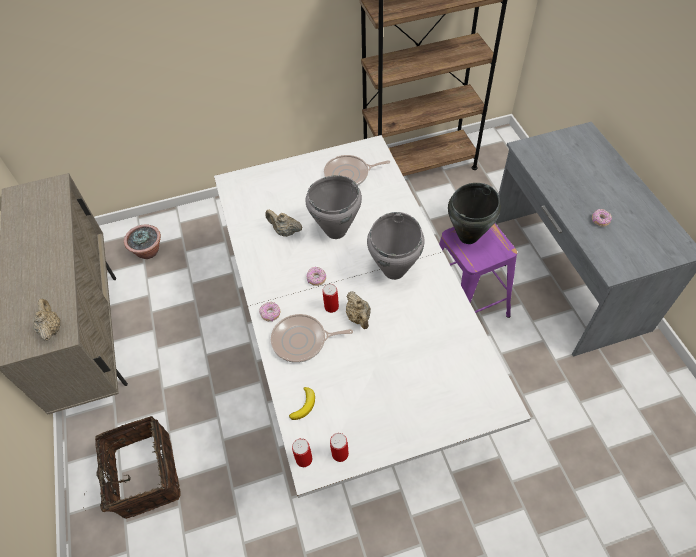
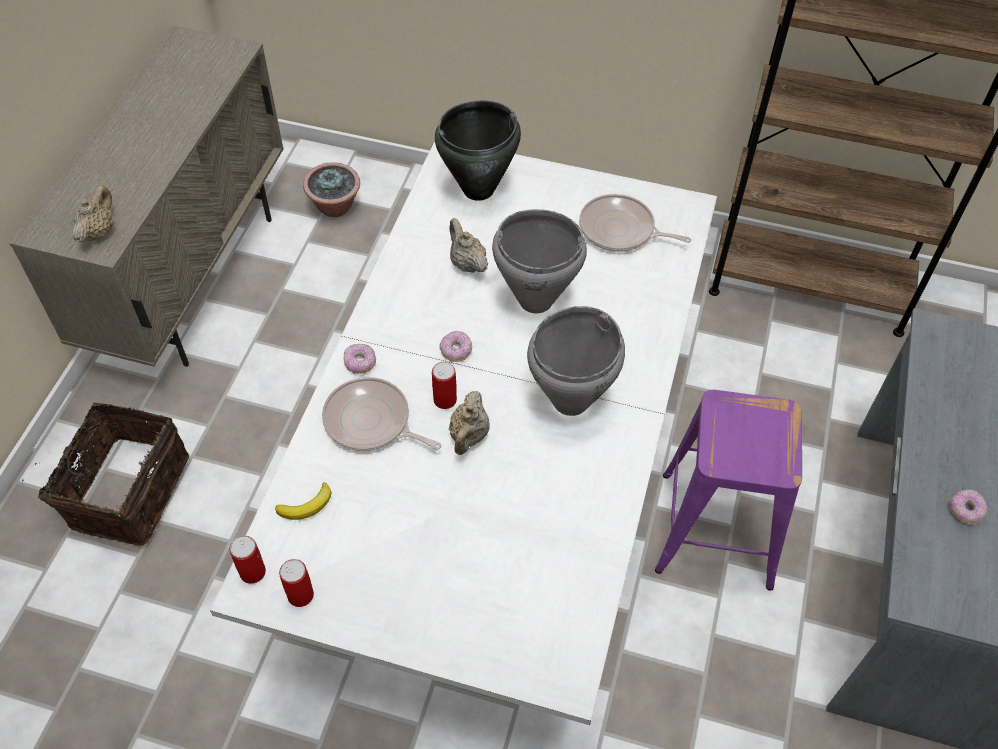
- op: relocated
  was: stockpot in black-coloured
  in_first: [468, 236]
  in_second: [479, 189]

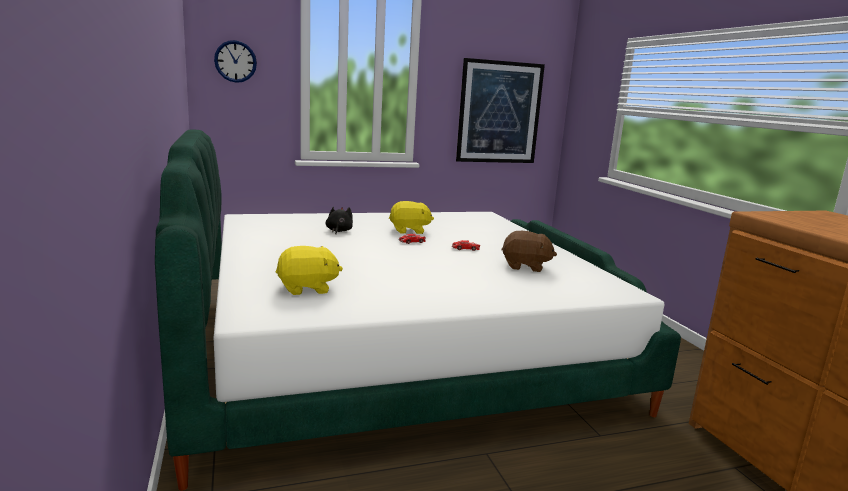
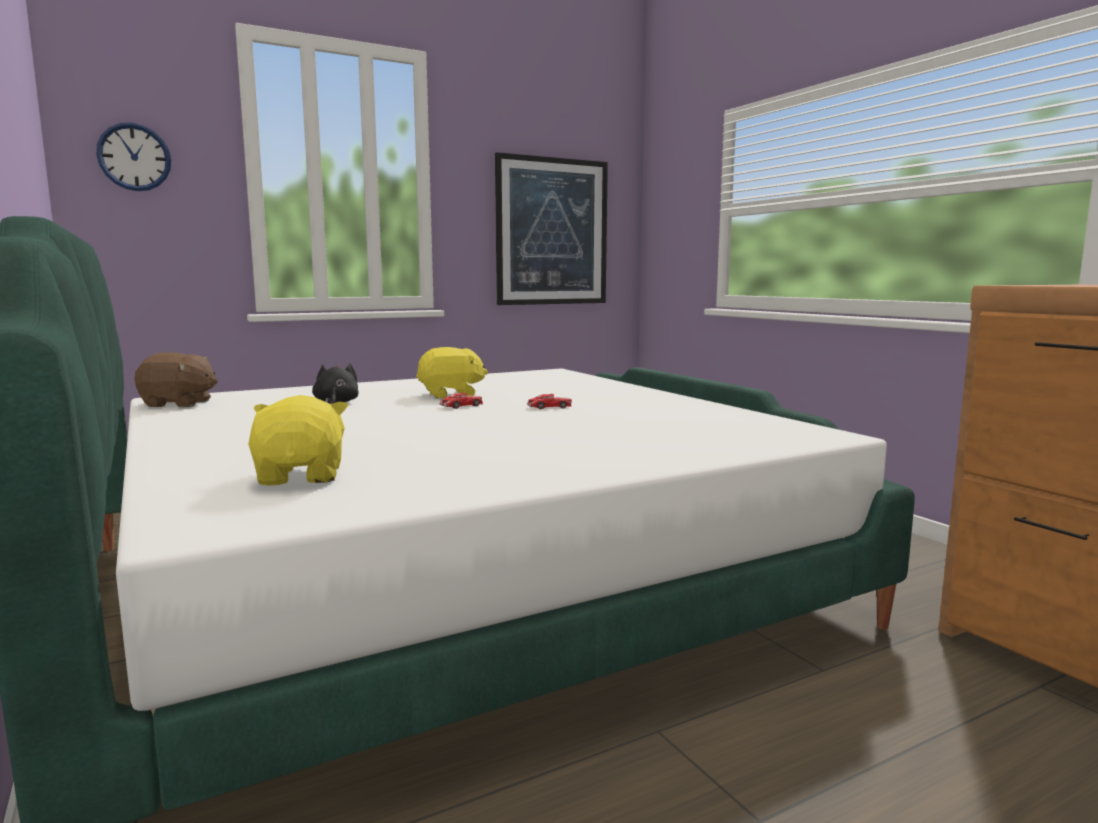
- op: relocated
  was: soft toy in brownish
  in_first: [525, 266]
  in_second: [178, 404]
- op: spun
  was: soft toy in yellow-coloured
  in_first: [307, 288]
  in_second: [302, 476]
  clockwise: -75

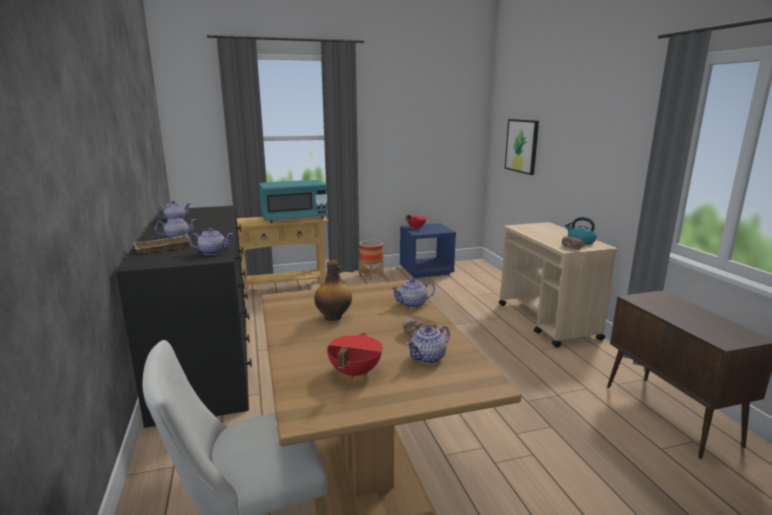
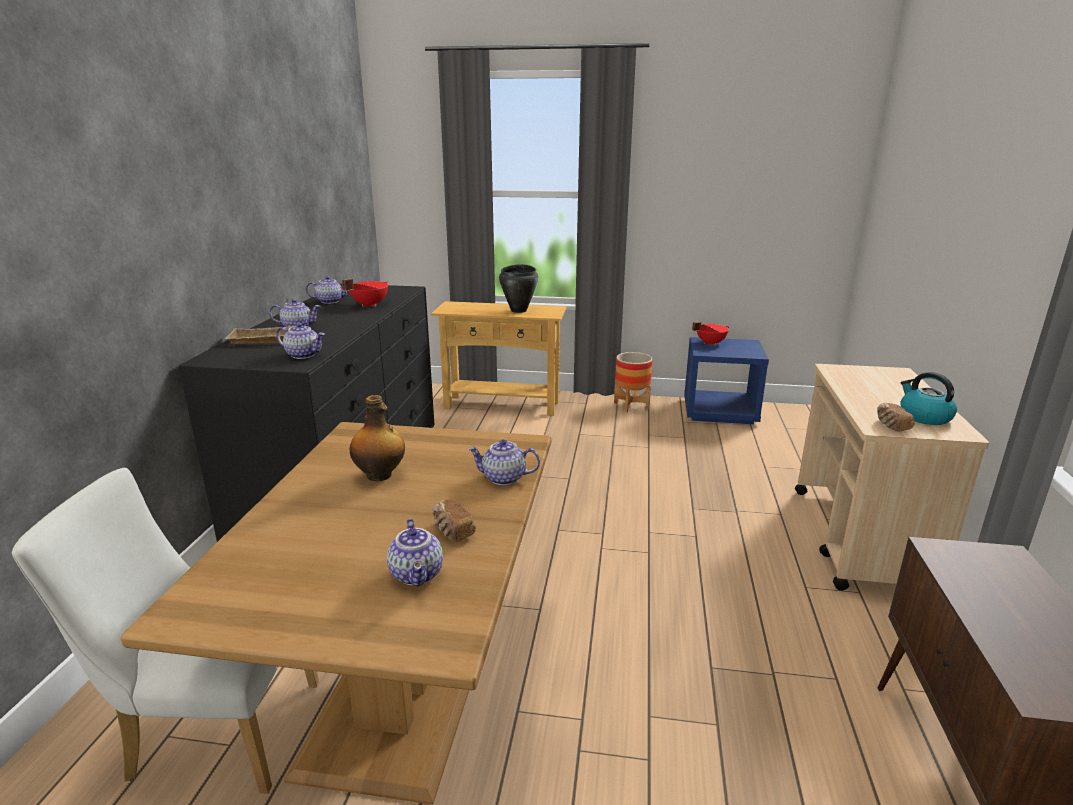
- op: missing
  was: picture
  in_first: [522, 146]
- op: exchanged
  was: microwave oven in blue-green
  now: stockpot in black-coloured
  in_first: [294, 218]
  in_second: [519, 310]
- op: spun
  was: pot for tea
  in_first: [428, 358]
  in_second: [418, 574]
  clockwise: -90
- op: relocated
  was: stockpot in red
  in_first: [354, 372]
  in_second: [369, 305]

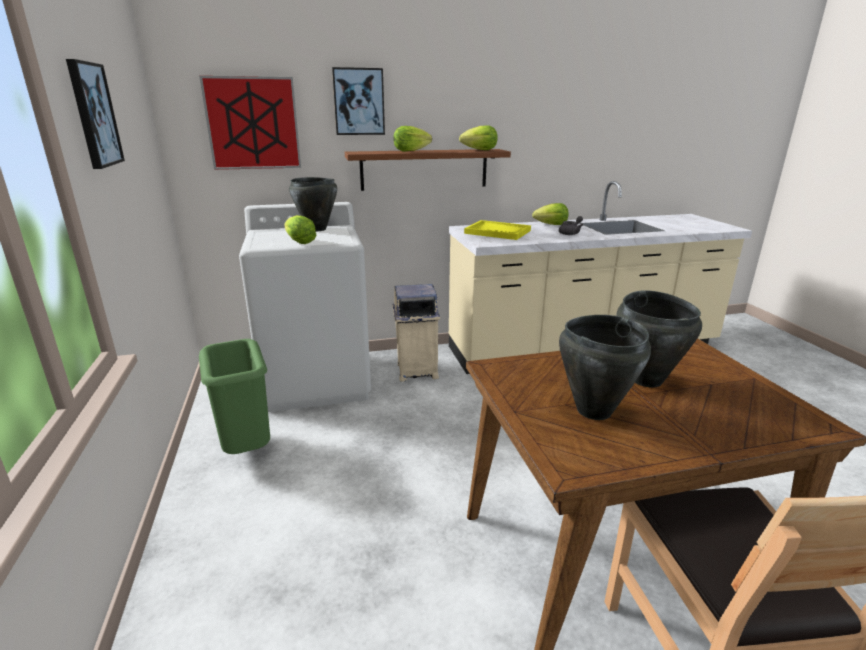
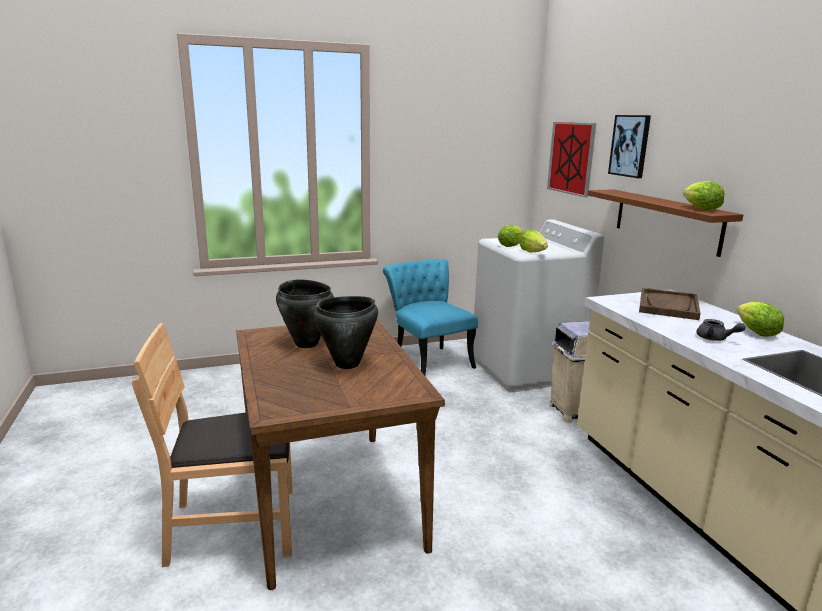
- op: missing
  was: picture
  in_first: [94, 115]
- op: relocated
  was: lettuce head
  in_first: [410, 151]
  in_second: [533, 252]
- op: missing
  was: stockpot in black-coloured
  in_first: [316, 229]
- op: colour
  was: serving tray in yellow-coloured
  now: serving tray in brownish
  in_first: [498, 232]
  in_second: [668, 306]
- op: exchanged
  was: rubbish bin in greenish
  now: chair in blue-green
  in_first: [246, 450]
  in_second: [428, 360]

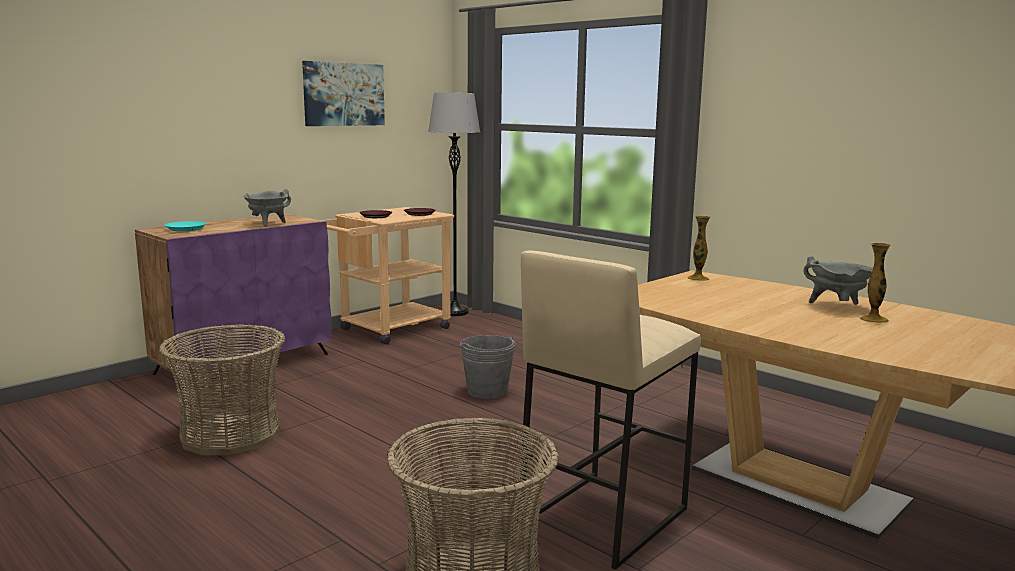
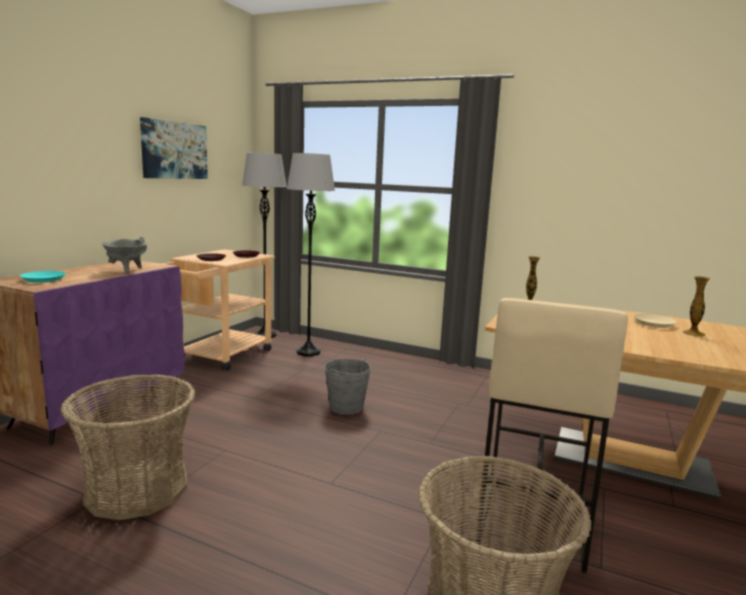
- op: exchanged
  was: stockpot in greyish
  now: flat dish in beige-coloured
  in_first: [837, 306]
  in_second: [653, 324]
- op: appeared
  now: standing lamp in greyish
  in_second: [308, 352]

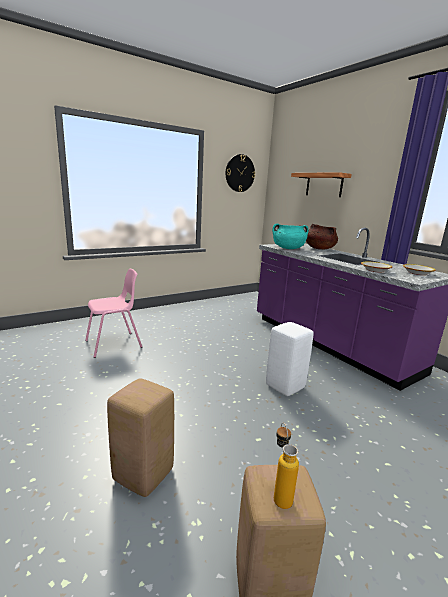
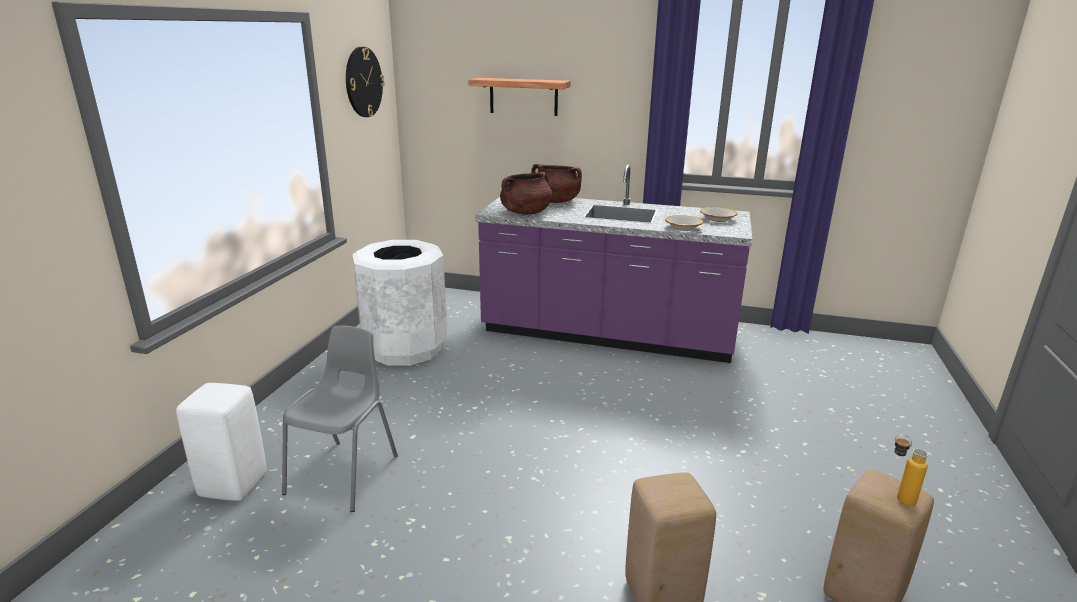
- op: colour
  was: stockpot in blue-green
  now: stockpot in brownish
  in_first: [288, 248]
  in_second: [525, 212]
- op: colour
  was: chair in pinkish
  now: chair in greyish
  in_first: [114, 344]
  in_second: [345, 474]
- op: relocated
  was: stool seat in white-coloured
  in_first: [286, 386]
  in_second: [235, 485]
- op: appeared
  now: rubbish bin in white-coloured
  in_second: [404, 348]

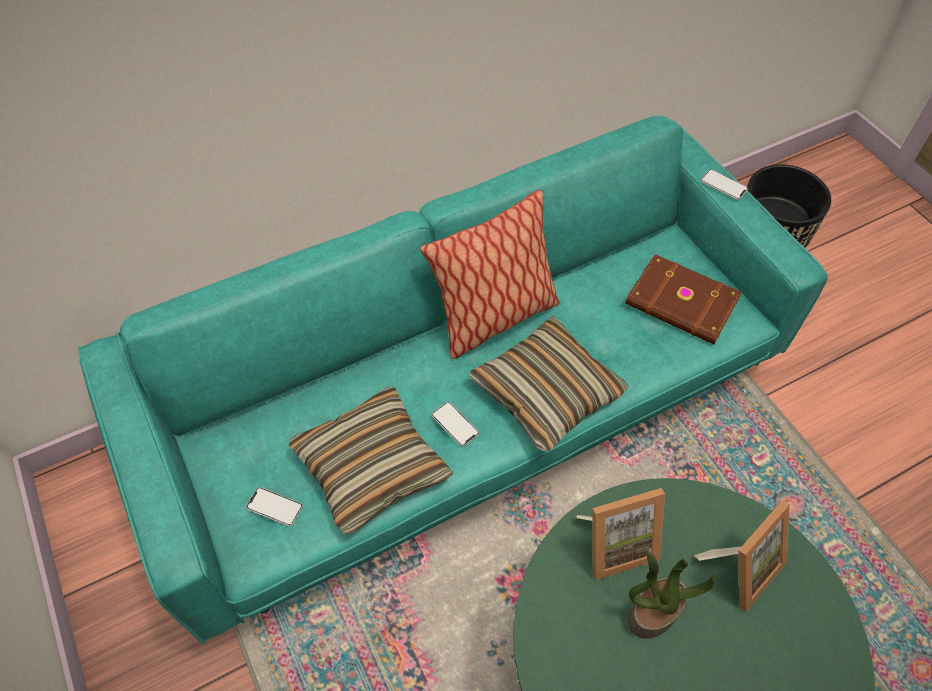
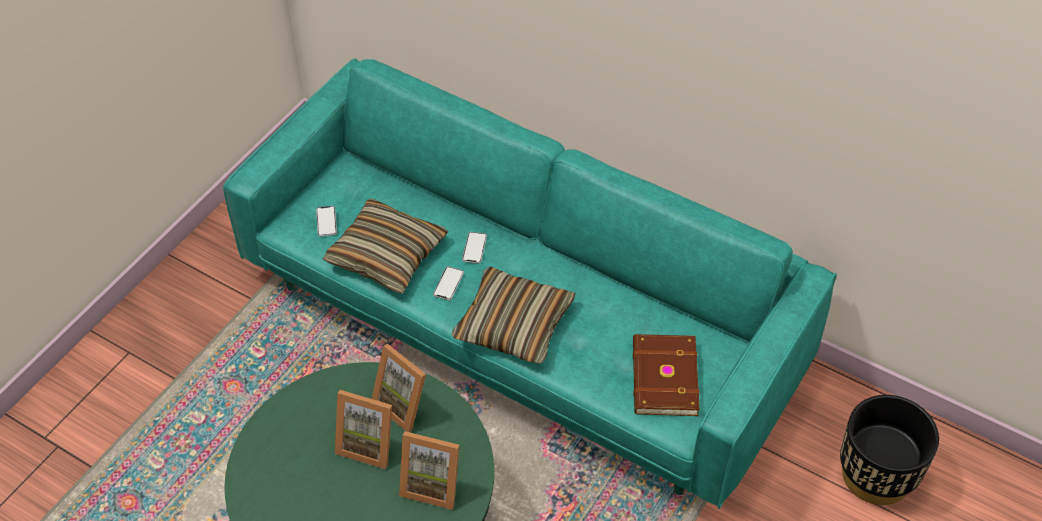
- op: relocated
  was: telephone
  in_first: [723, 185]
  in_second: [474, 248]
- op: missing
  was: cushion
  in_first: [494, 318]
- op: exchanged
  was: plant in a pot
  now: standing frame
  in_first: [654, 611]
  in_second: [368, 443]

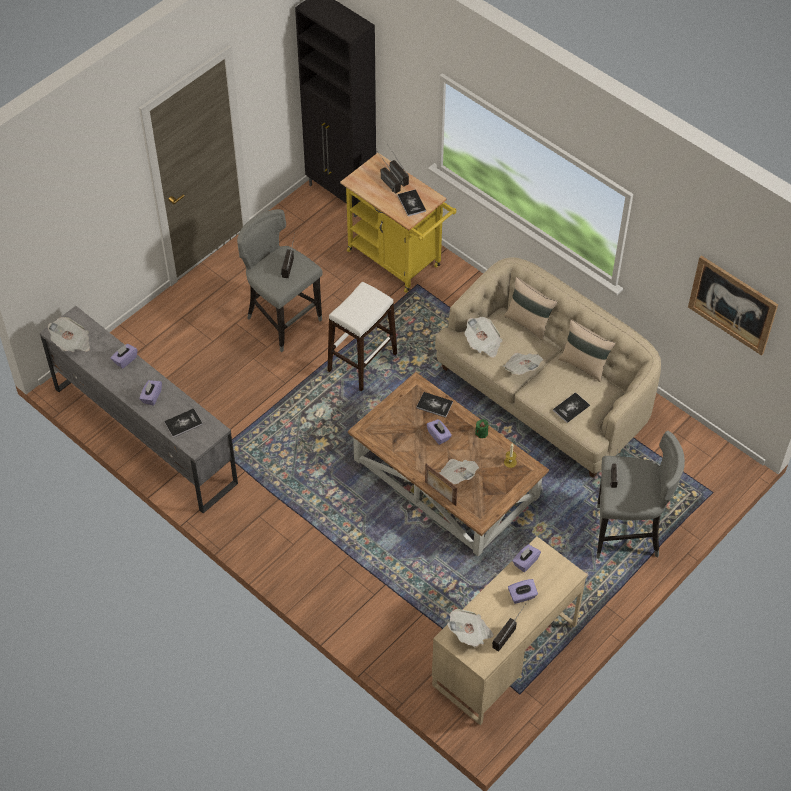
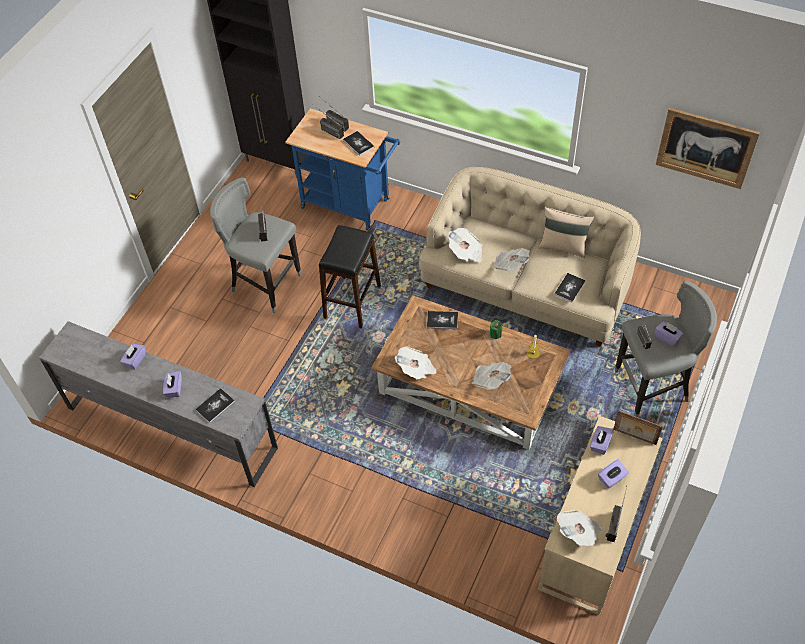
- op: colour
  was: cart in yellow-coloured
  now: cart in bluish
  in_first: [398, 261]
  in_second: [350, 205]
- op: missing
  was: cushion in beige-coloured
  in_first: [528, 323]
- op: colour
  was: stool seat in white-coloured
  now: stool seat in black-coloured
  in_first: [362, 362]
  in_second: [352, 302]
- op: relocated
  was: printed paper
  in_first: [72, 342]
  in_second: [416, 369]
- op: relocated
  was: tissue box in purple-coloured
  in_first: [439, 436]
  in_second: [667, 337]
- op: relocated
  was: standing frame
  in_first: [440, 494]
  in_second: [634, 437]

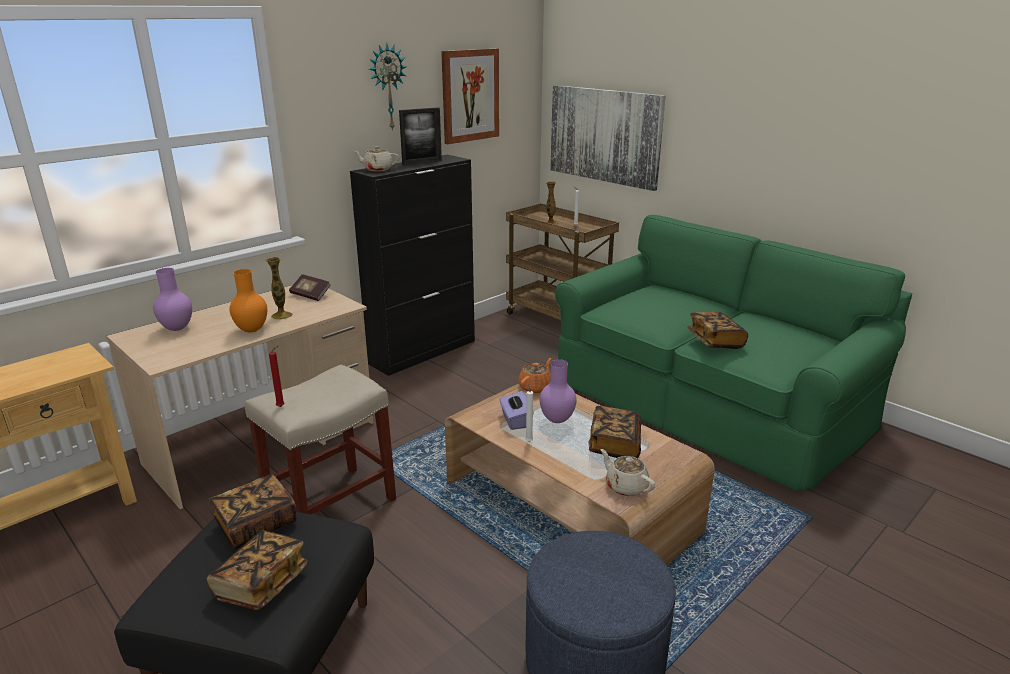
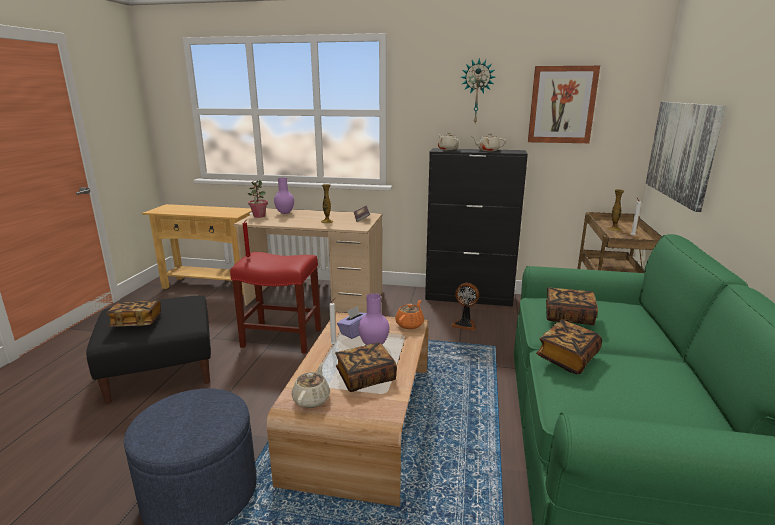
- op: exchanged
  was: standing frame
  now: pot for tea in beige-coloured
  in_first: [422, 162]
  in_second: [488, 150]
- op: missing
  was: vase in orange
  in_first: [252, 330]
- op: spun
  was: pot for tea in orange
  in_first: [535, 387]
  in_second: [410, 324]
  clockwise: -60
- op: colour
  was: stool seat in beige-coloured
  now: stool seat in red
  in_first: [330, 506]
  in_second: [280, 338]
- op: relocated
  was: volume
  in_first: [256, 524]
  in_second: [568, 317]
- op: appeared
  now: plant in a pot
  in_second: [259, 216]
- op: appeared
  now: cooling fan
  in_second: [465, 324]

